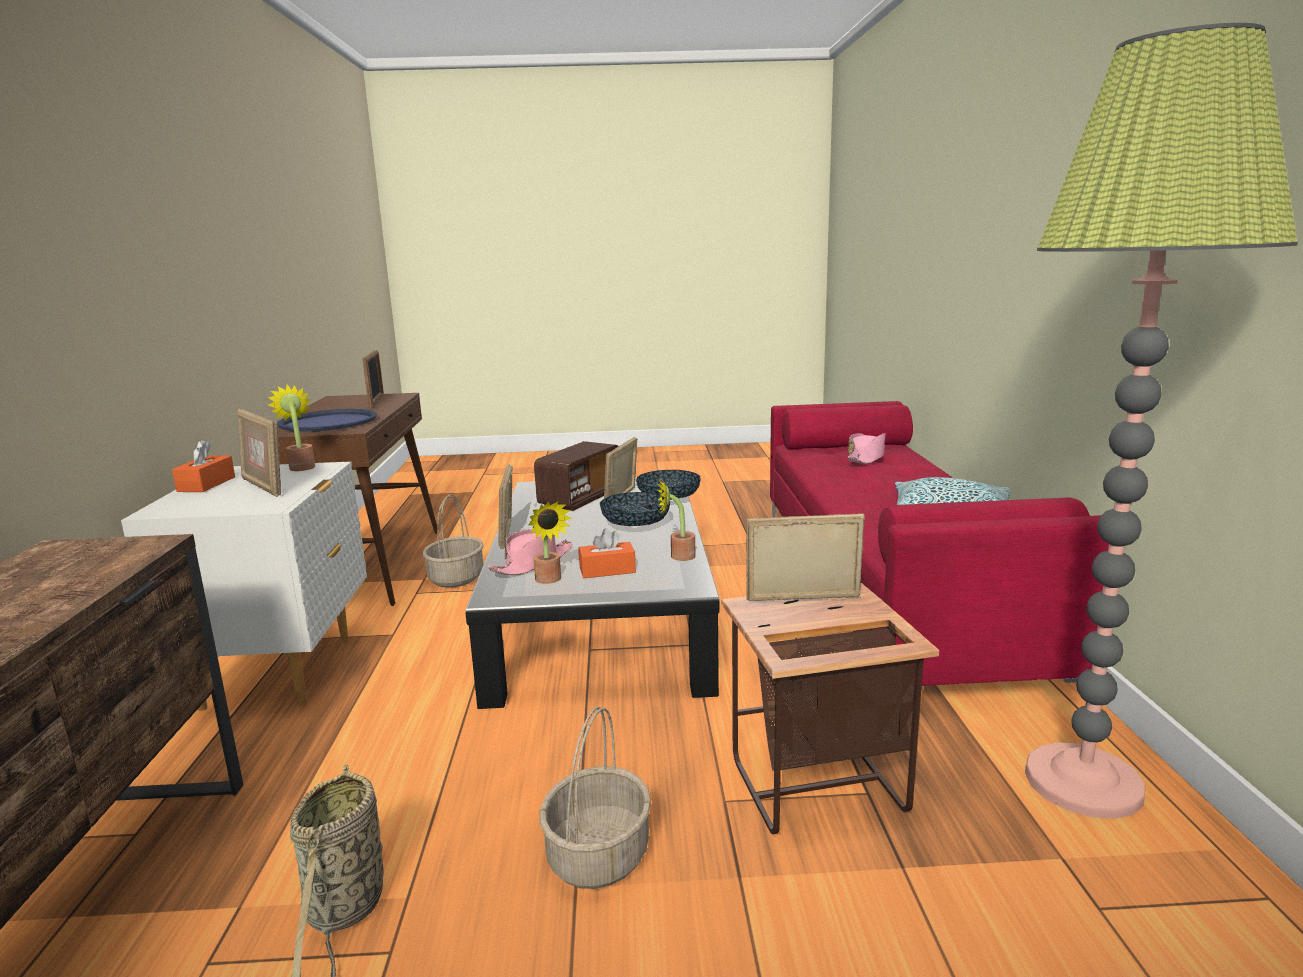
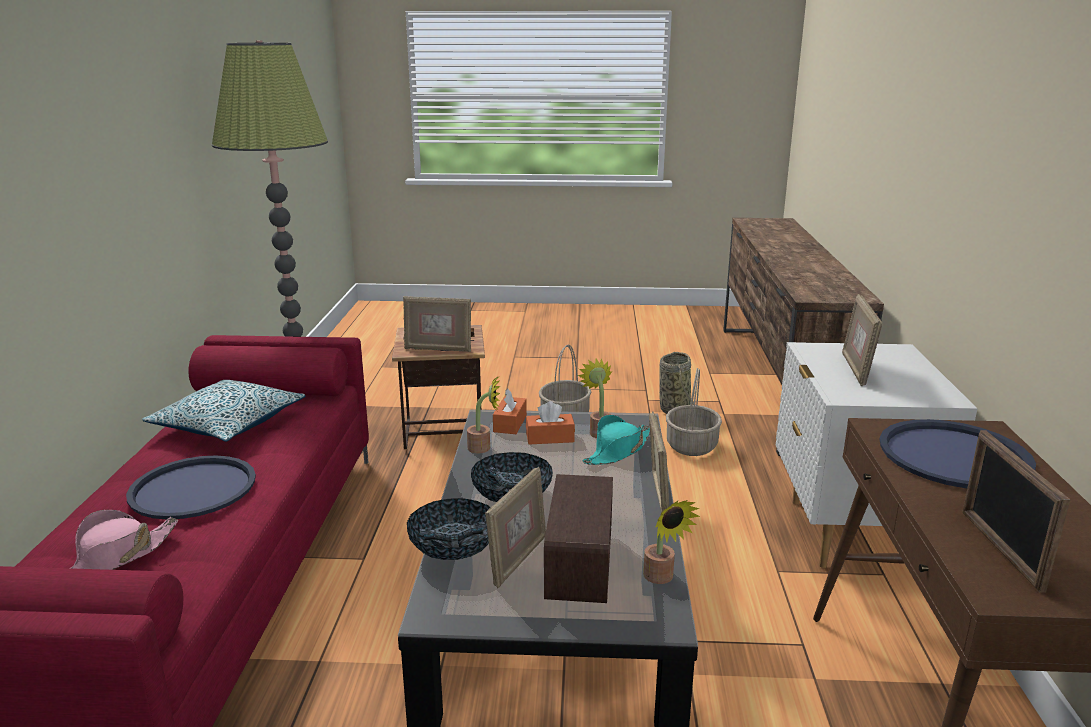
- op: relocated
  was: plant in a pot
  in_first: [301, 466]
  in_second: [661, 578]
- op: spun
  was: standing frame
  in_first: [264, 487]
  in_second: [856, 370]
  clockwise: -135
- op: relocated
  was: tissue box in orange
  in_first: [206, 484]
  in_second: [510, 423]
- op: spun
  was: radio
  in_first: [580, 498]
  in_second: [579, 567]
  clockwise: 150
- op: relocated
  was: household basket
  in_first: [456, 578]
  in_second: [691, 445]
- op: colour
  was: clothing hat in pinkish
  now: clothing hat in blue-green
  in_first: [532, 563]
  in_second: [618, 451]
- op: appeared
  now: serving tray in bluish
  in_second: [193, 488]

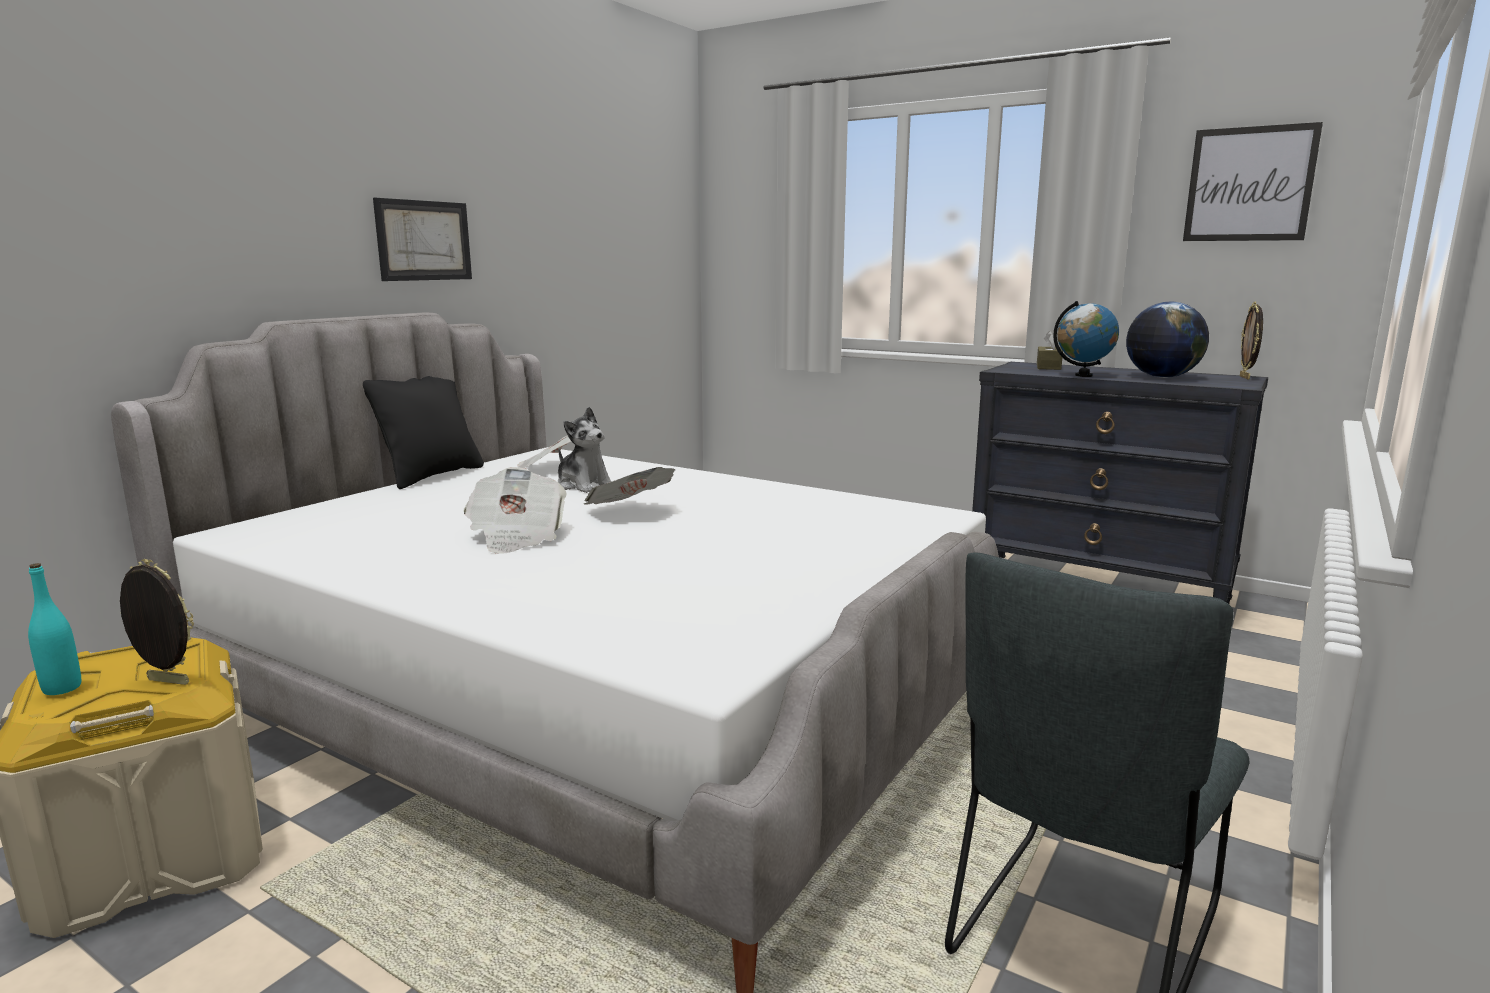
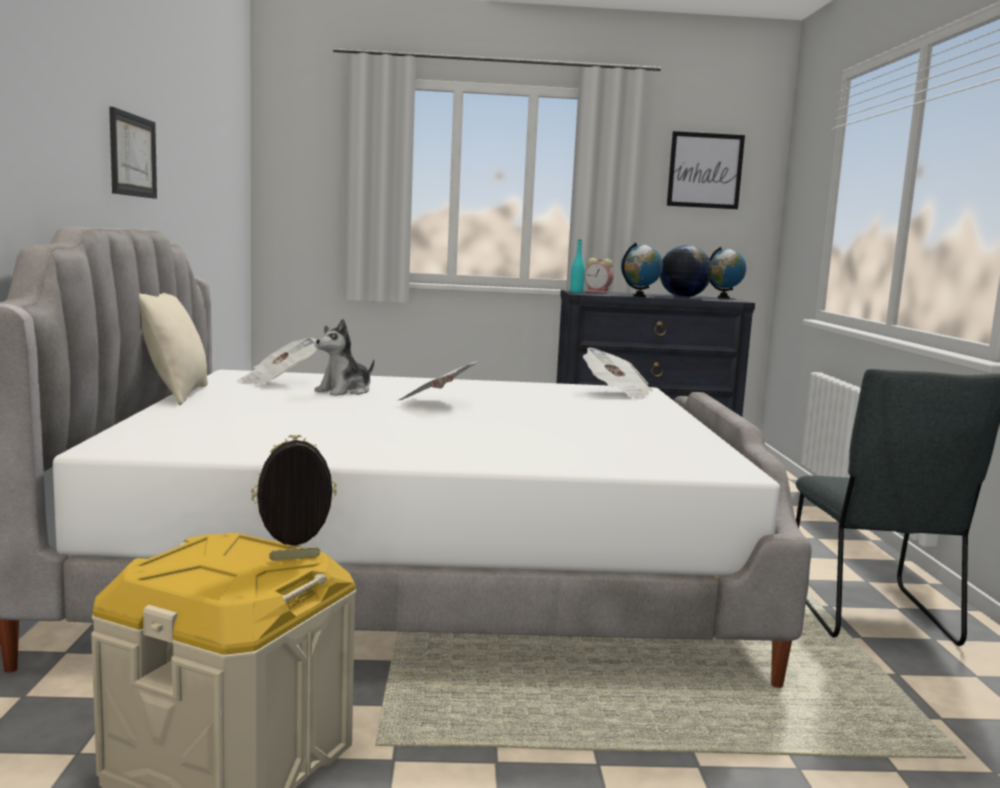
- op: exchanged
  was: standing frame
  now: world globe
  in_first: [1245, 377]
  in_second: [723, 297]
- op: exchanged
  was: tissue box in brownish
  now: table clock
  in_first: [1048, 367]
  in_second: [598, 292]
- op: colour
  was: cushion in black-coloured
  now: cushion in beige-coloured
  in_first: [432, 475]
  in_second: [177, 394]
- op: spun
  was: soft toy
  in_first: [584, 485]
  in_second: [345, 391]
  clockwise: 120
- op: relocated
  was: printed paper
  in_first: [516, 537]
  in_second: [617, 393]
- op: relocated
  was: beverage bottle in blue-green
  in_first: [62, 688]
  in_second: [576, 292]

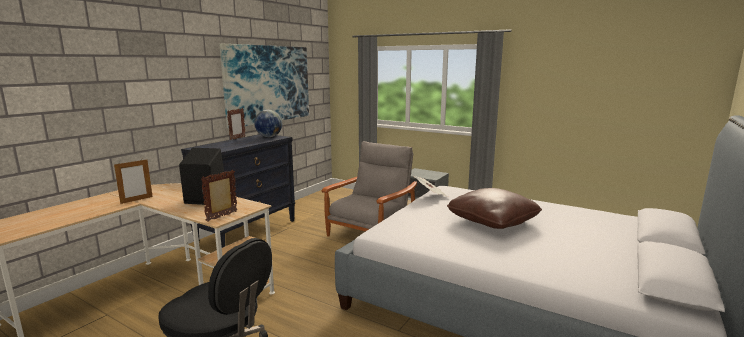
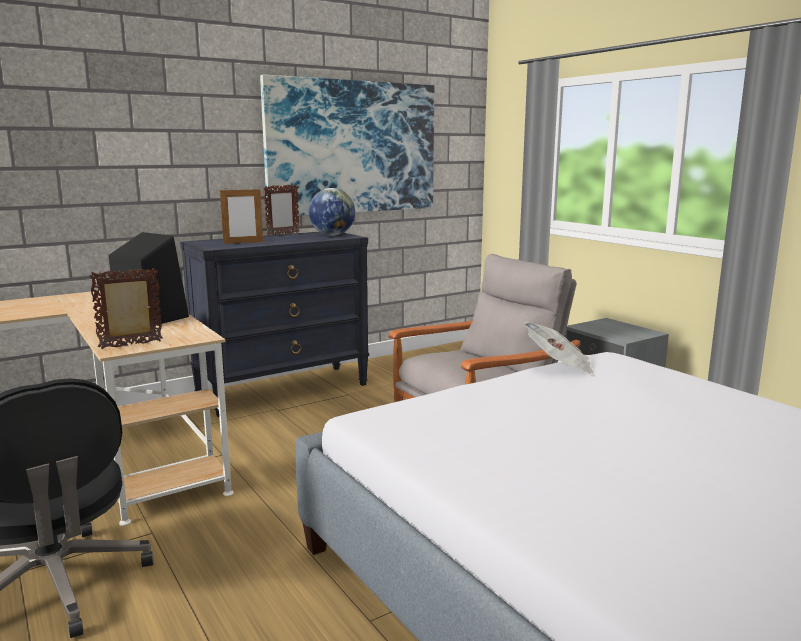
- op: relocated
  was: standing frame
  in_first: [136, 200]
  in_second: [243, 242]
- op: missing
  was: cushion in brownish
  in_first: [492, 221]

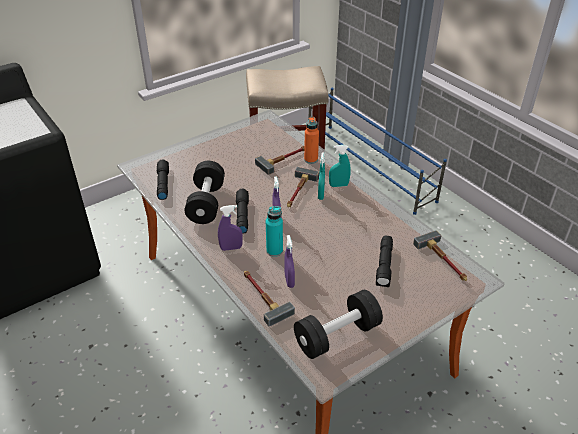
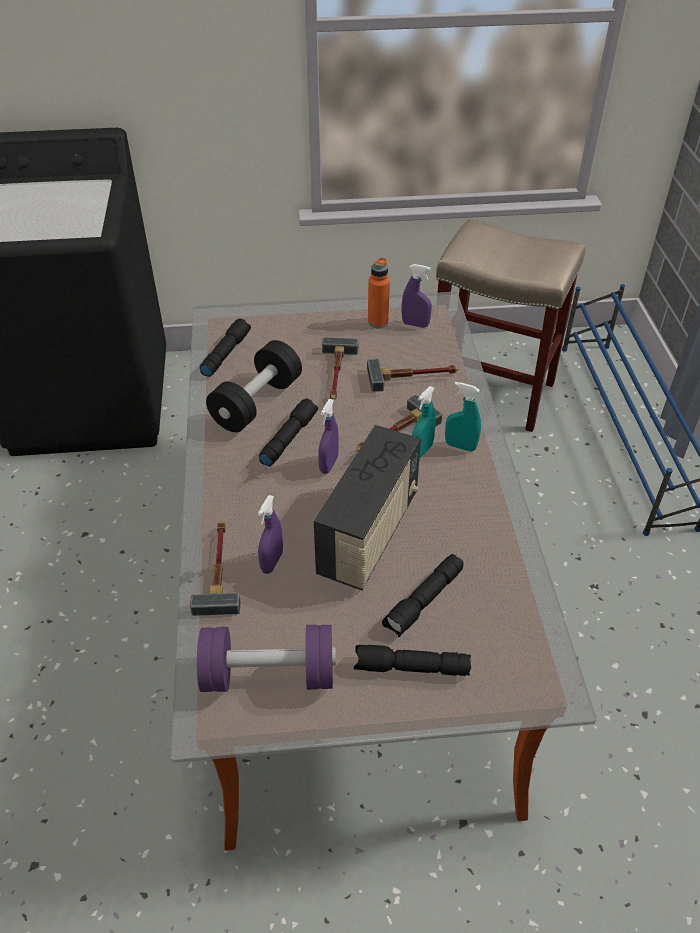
- op: relocated
  was: beverage bottle in orange
  in_first: [311, 159]
  in_second: [377, 322]
- op: relocated
  was: sprayer in purple-coloured
  in_first: [231, 248]
  in_second: [415, 324]
- op: missing
  was: beverage bottle in blue-green
  in_first: [274, 251]
- op: relocated
  was: hand hammer
  in_first: [443, 261]
  in_second: [337, 374]
- op: colour
  was: hand weight in black-coloured
  now: hand weight in purple-coloured
  in_first: [337, 335]
  in_second: [269, 674]
- op: appeared
  now: radio
  in_second: [369, 535]
- op: appeared
  now: flashlight in black-coloured
  in_second: [410, 668]

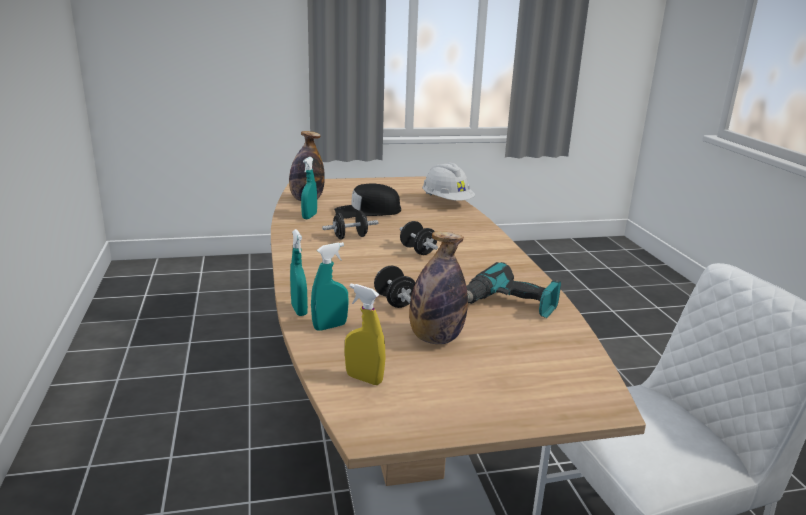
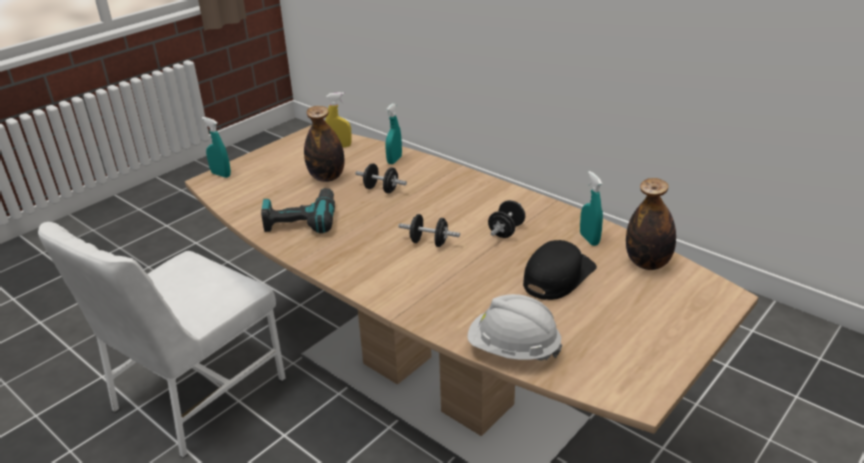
- op: relocated
  was: sprayer in blue-green
  in_first: [299, 310]
  in_second: [221, 174]

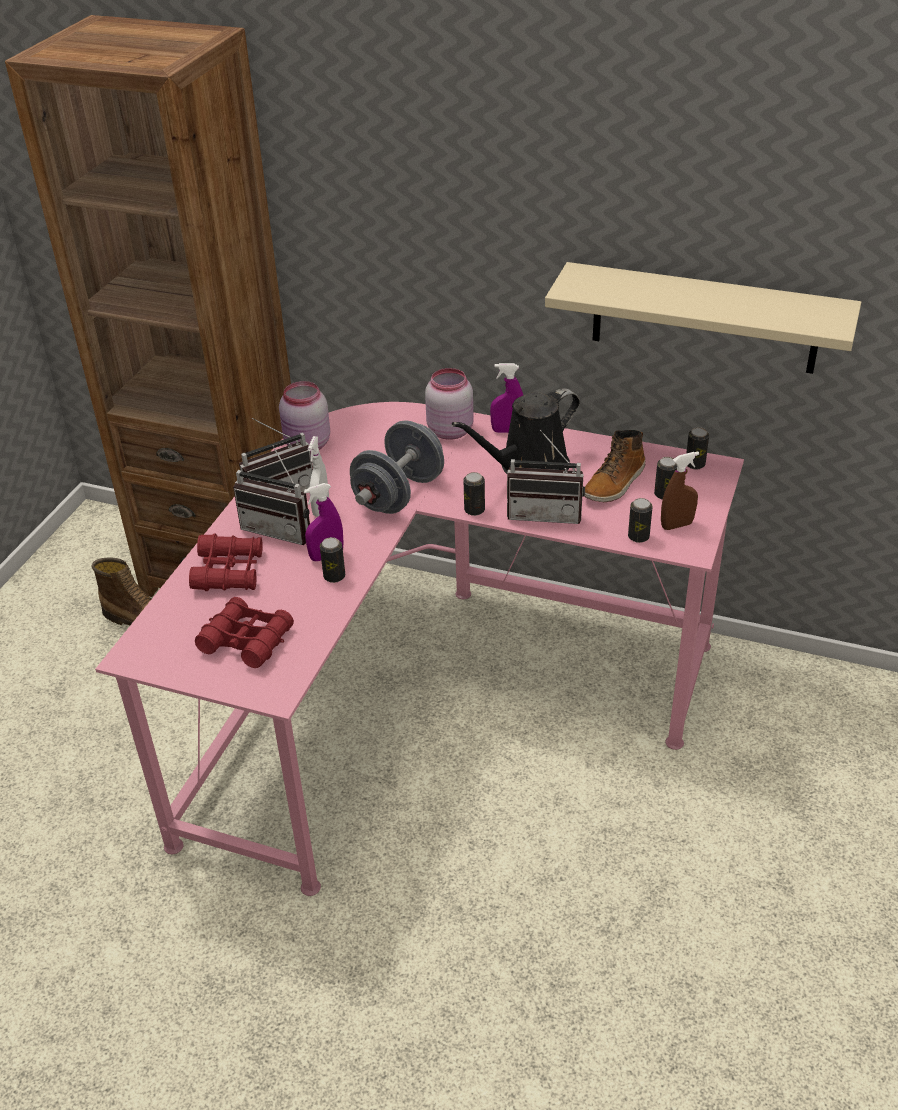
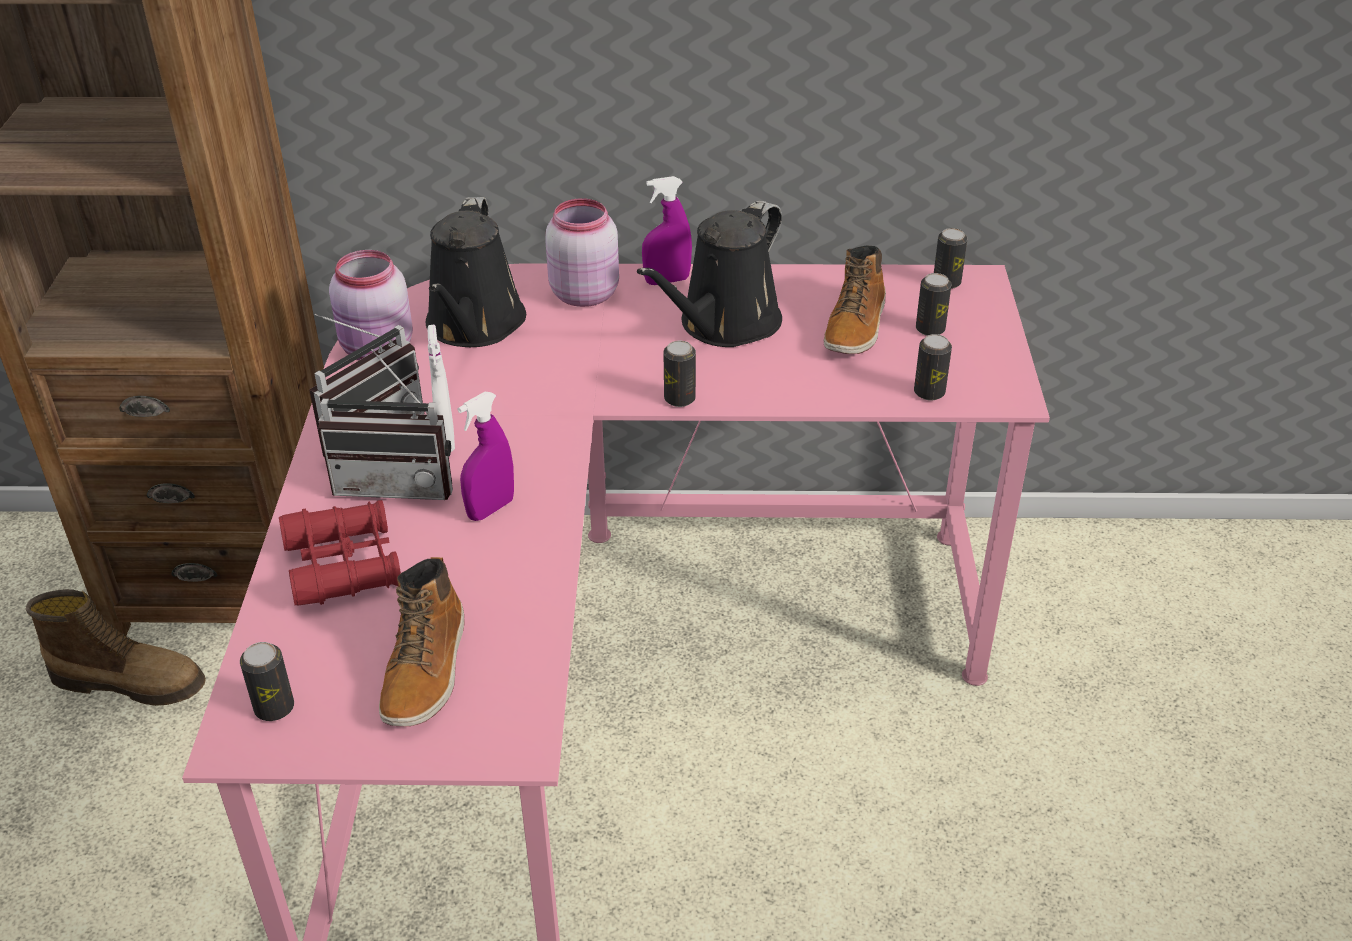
- op: missing
  was: shelf in beige-coloured
  in_first: [704, 318]
- op: missing
  was: hand weight in greyish
  in_first: [399, 494]
- op: missing
  was: radio
  in_first: [545, 513]
- op: missing
  was: sprayer in brownish
  in_first: [677, 525]
- op: relocated
  was: sealed can
  in_first: [334, 576]
  in_second: [274, 708]
- op: exchanged
  was: field glasses in red
  now: high-top boot
  in_first: [247, 640]
  in_second: [426, 669]
- op: appeared
  now: sprinkling can in black-coloured
  in_second: [474, 326]

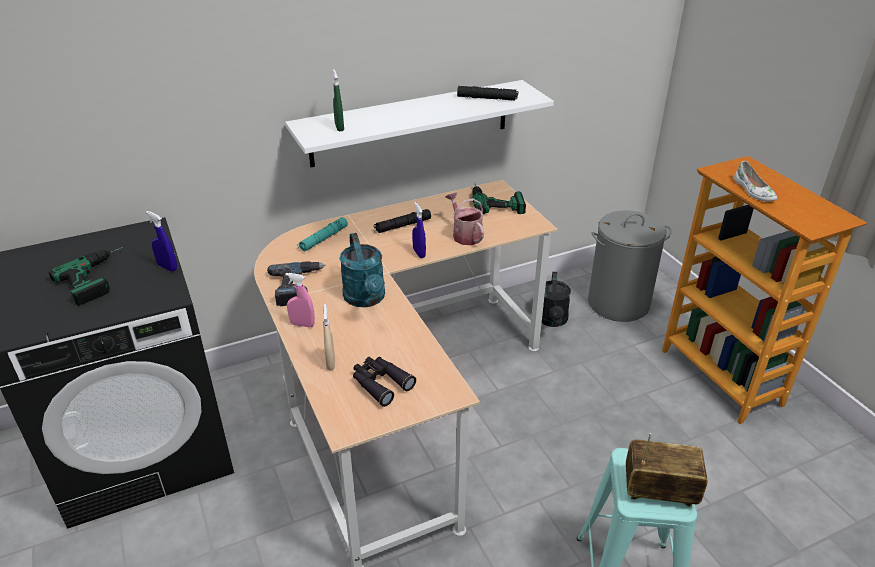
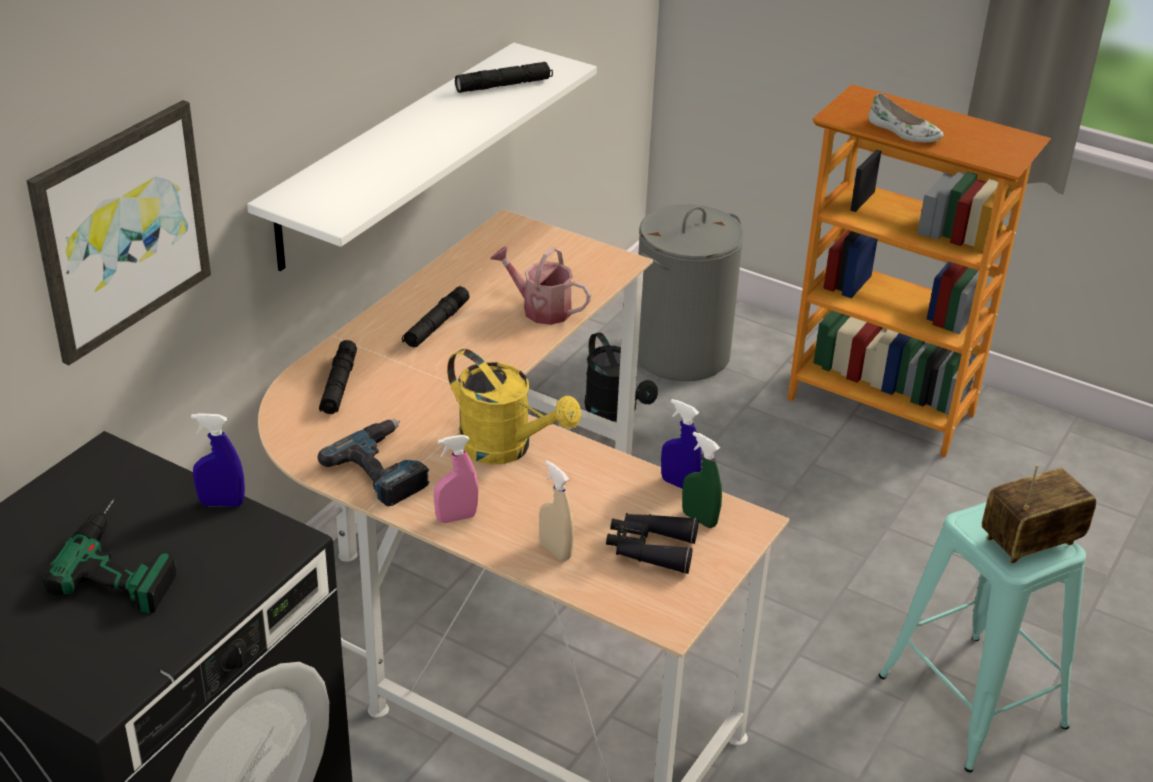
- op: relocated
  was: sprayer in greenish
  in_first: [339, 127]
  in_second: [699, 519]
- op: missing
  was: electric drill
  in_first: [496, 200]
- op: relocated
  was: sprayer in bluish
  in_first: [419, 253]
  in_second: [679, 484]
- op: colour
  was: flashlight in blue-green
  now: flashlight in black-coloured
  in_first: [323, 239]
  in_second: [339, 385]
- op: colour
  was: sprinkling can in blue-green
  now: sprinkling can in yellow-coloured
  in_first: [366, 299]
  in_second: [506, 448]
- op: appeared
  now: picture
  in_second: [121, 229]

